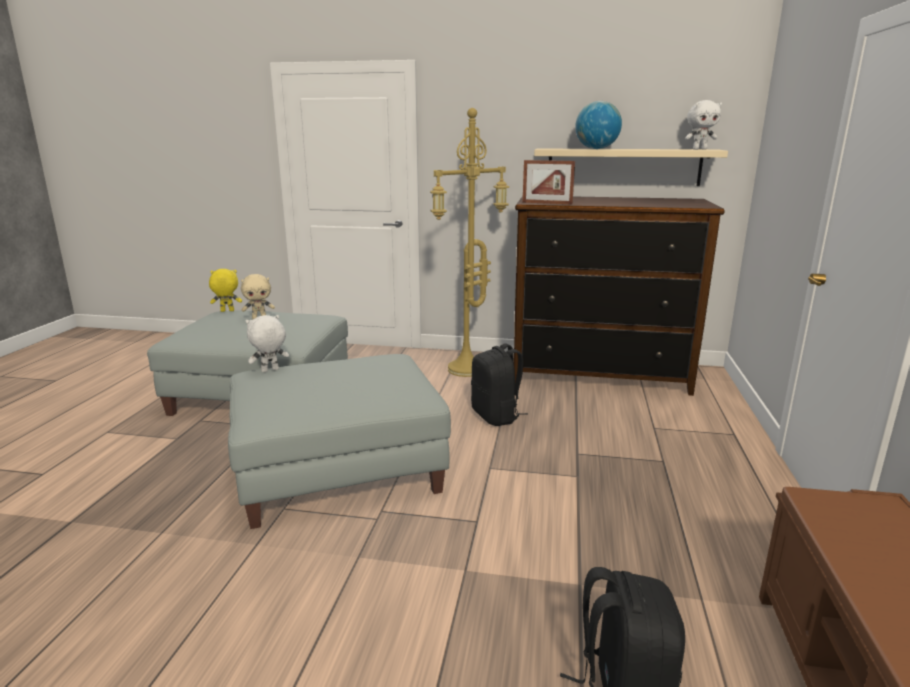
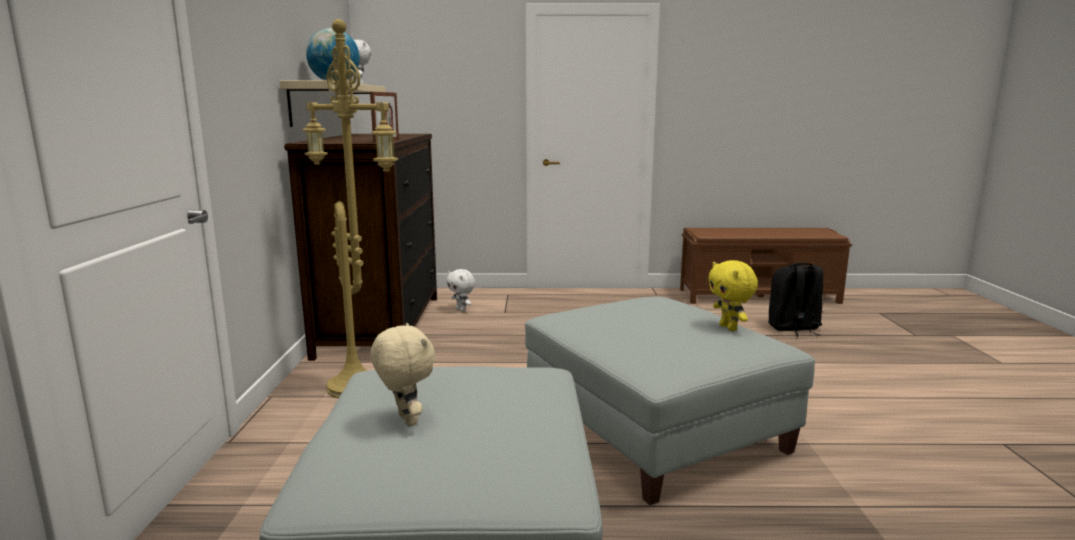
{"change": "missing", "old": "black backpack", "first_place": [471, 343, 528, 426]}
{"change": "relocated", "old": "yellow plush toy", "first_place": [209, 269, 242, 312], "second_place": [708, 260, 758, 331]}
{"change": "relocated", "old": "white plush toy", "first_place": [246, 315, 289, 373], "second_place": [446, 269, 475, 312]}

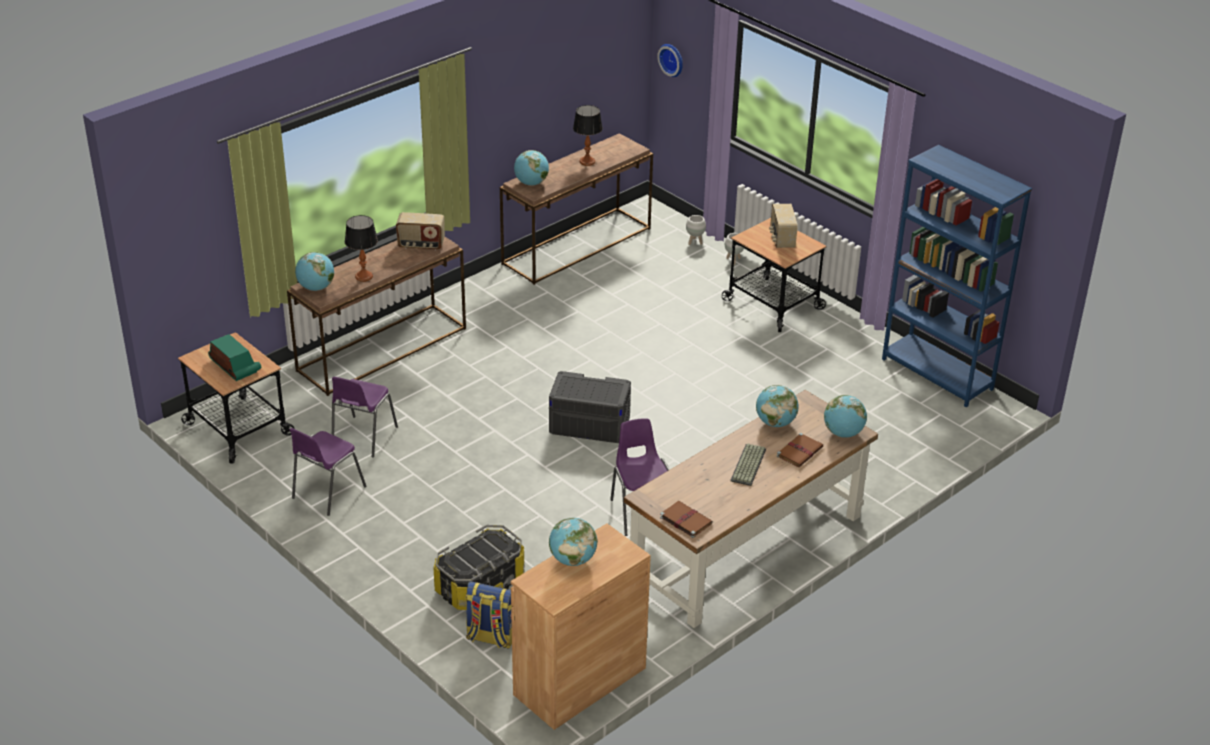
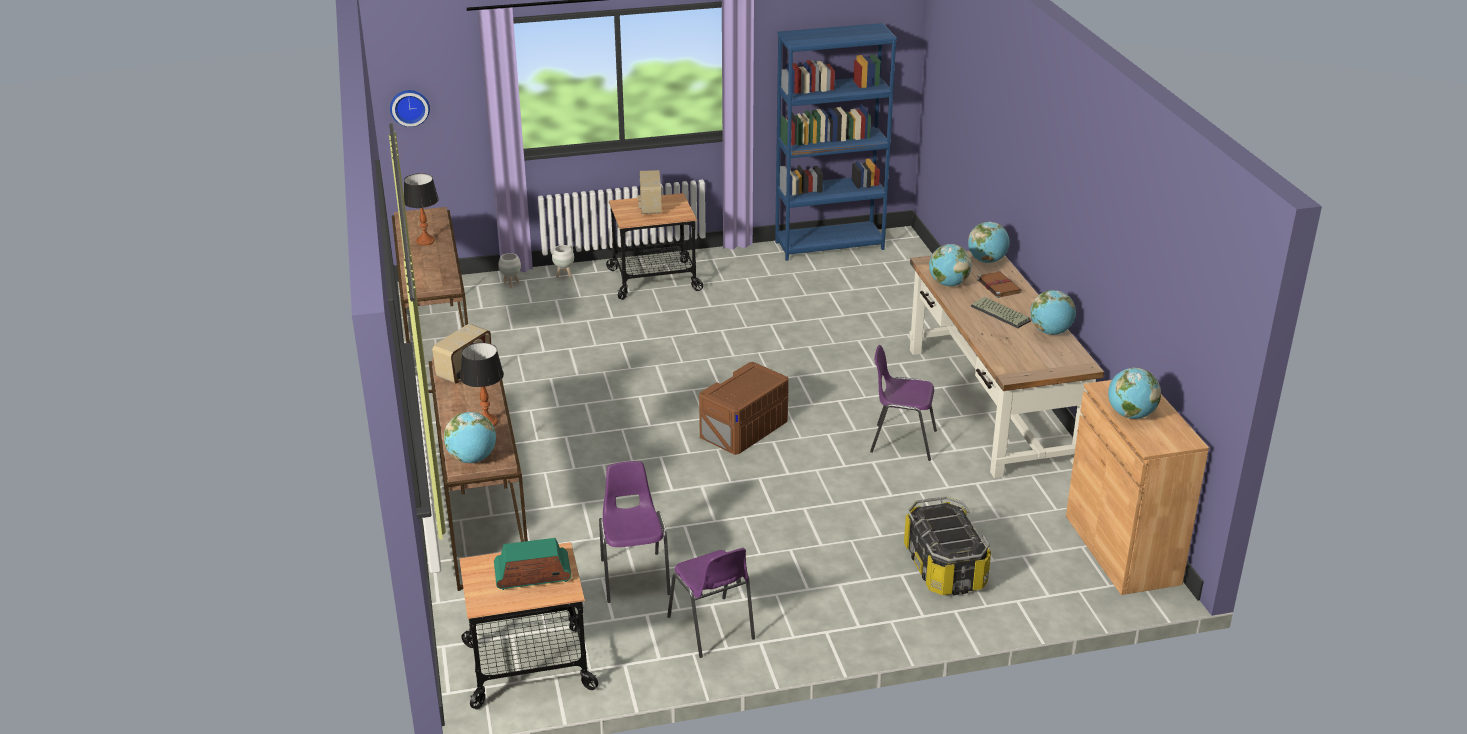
{"change": "missing", "old": "backpack", "first_place": [466, 581, 513, 649]}
{"change": "missing", "old": "brown book", "first_place": [660, 501, 713, 538]}
{"change": "relocated", "old": "globe", "first_place": [514, 150, 549, 185], "second_place": [1030, 290, 1076, 335]}
{"change": "colour", "old": "grey storage box", "new": "brown storage box", "first_place": [549, 371, 631, 443], "second_place": [699, 362, 789, 455]}
{"change": "spun", "old": "purple chair", "first_place": [332, 377, 398, 457], "second_place": [599, 461, 671, 603], "degrees": -150}
{"change": "spun", "old": "radio", "first_place": [769, 204, 798, 248], "second_place": [638, 170, 662, 215], "degrees": 60}

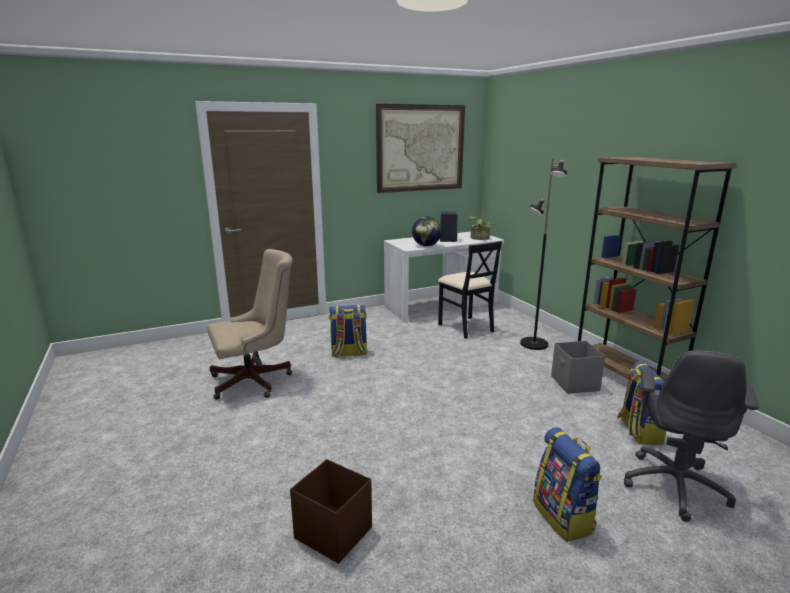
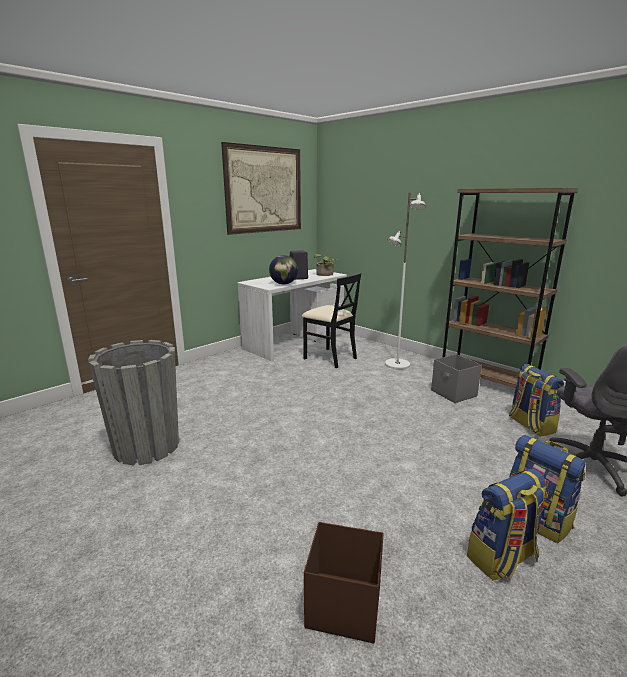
{"change": "relocated", "old": "backpack", "first_place": [329, 305, 367, 357], "second_place": [467, 469, 548, 581]}
{"change": "exchanged", "old": "beige office chair", "new": "grey planter", "first_place": [207, 249, 293, 399], "second_place": [88, 340, 179, 466]}
{"change": "colour", "old": "black floor lamp", "new": "white floor lamp", "first_place": [520, 158, 567, 350], "second_place": [385, 192, 425, 370]}

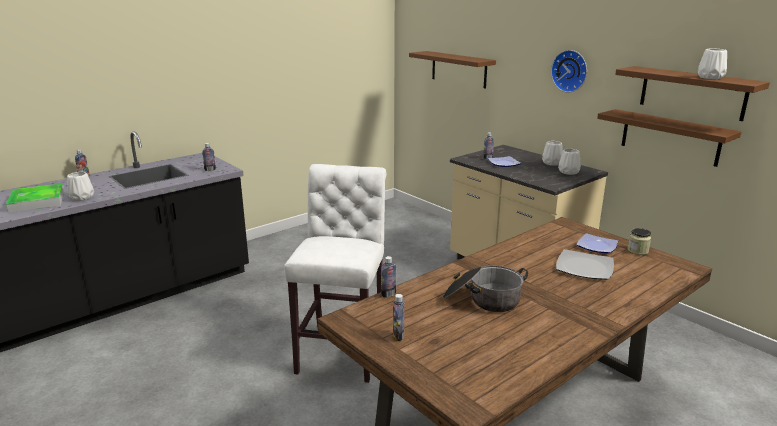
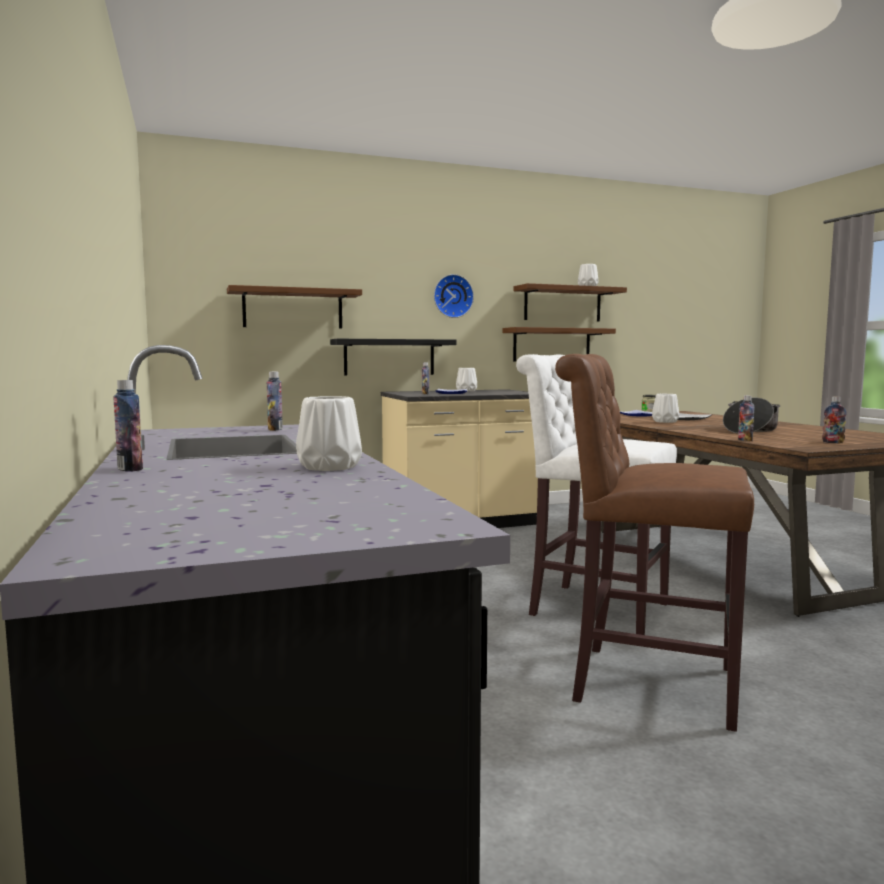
{"change": "missing", "old": "tray", "first_place": [6, 183, 65, 213]}
{"change": "appeared", "new": "black shelf", "second_place": [330, 339, 456, 375]}
{"change": "appeared", "new": "brown stool", "second_place": [555, 354, 754, 732]}
{"change": "relocated", "old": "white vase", "first_place": [558, 149, 580, 175], "second_place": [652, 394, 679, 423]}

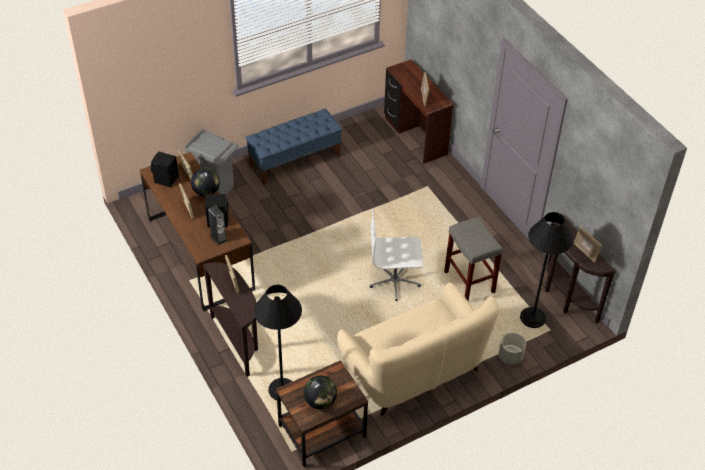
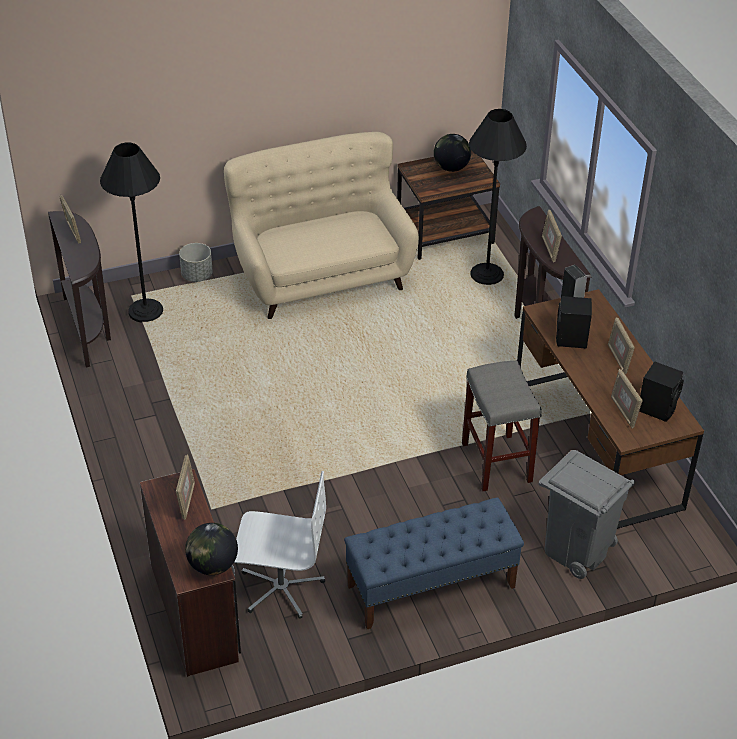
{"change": "relocated", "old": "globe", "first_place": [191, 168, 220, 196], "second_place": [185, 523, 238, 575]}
{"change": "relocated", "old": "white office chair", "first_place": [370, 209, 423, 301], "second_place": [234, 471, 326, 619]}
{"change": "relocated", "old": "grey stool", "first_place": [444, 217, 503, 301], "second_place": [462, 360, 542, 491]}

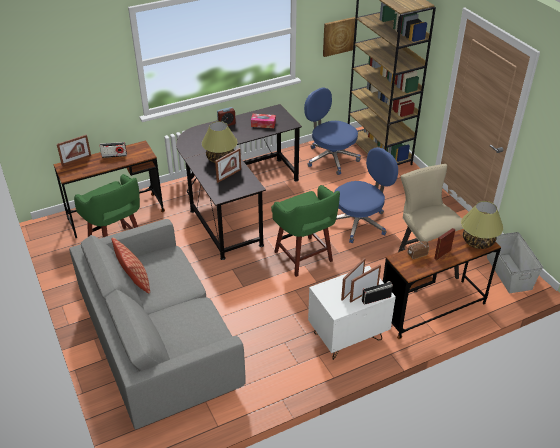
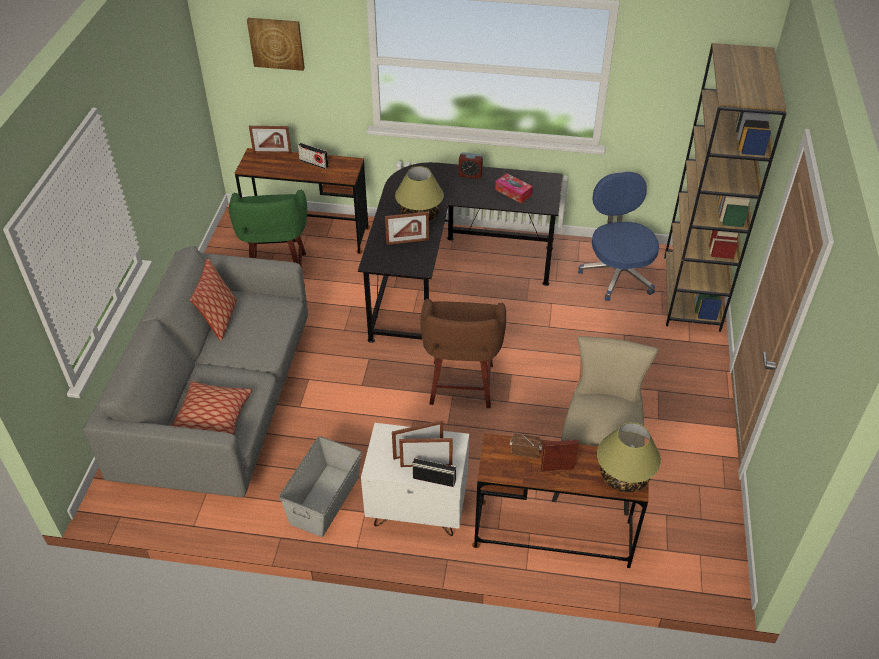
{"change": "missing", "old": "blue office chair", "first_place": [334, 147, 398, 243]}
{"change": "appeared", "new": "pillow", "second_place": [171, 381, 252, 435]}
{"change": "relocated", "old": "picture", "first_place": [323, 17, 355, 57], "second_place": [247, 18, 305, 71]}
{"change": "relocated", "old": "grey storage box", "first_place": [487, 232, 543, 293], "second_place": [279, 436, 362, 537]}
{"change": "colour", "old": "green stool", "new": "brown stool", "first_place": [271, 185, 340, 277], "second_place": [420, 298, 506, 408]}

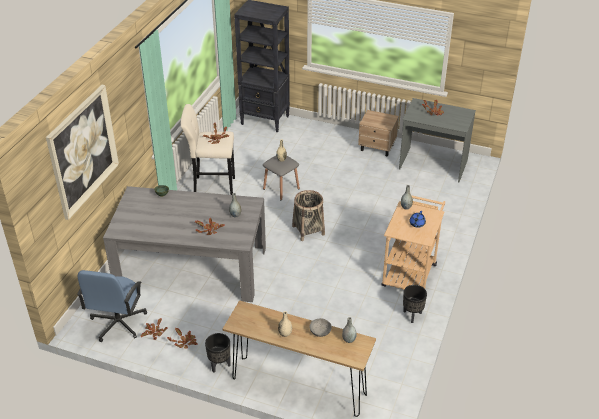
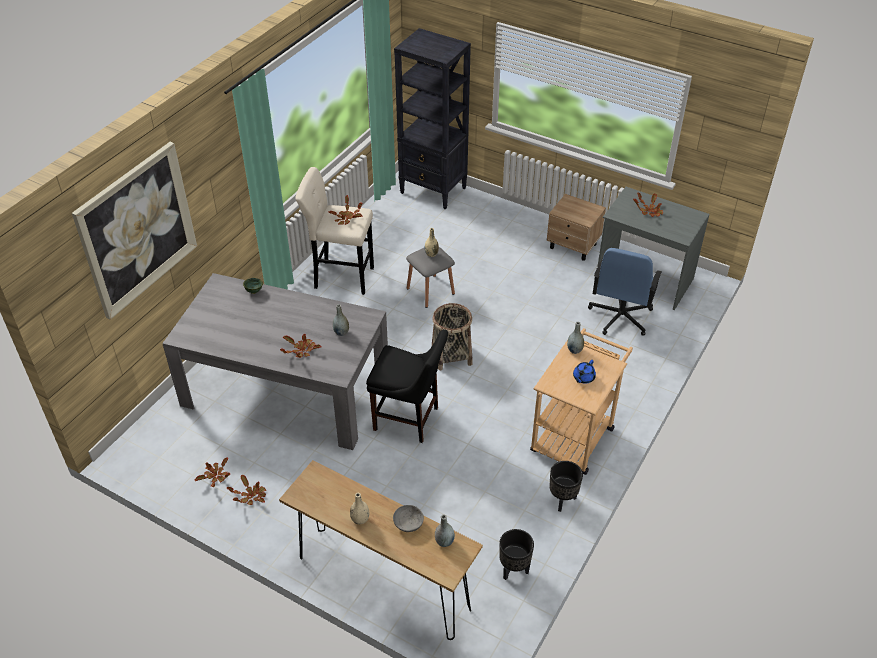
{"change": "appeared", "new": "black chair", "second_place": [366, 329, 448, 443]}
{"change": "relocated", "old": "blue office chair", "first_place": [77, 270, 147, 342], "second_place": [588, 248, 662, 336]}
{"change": "relocated", "old": "black planter", "first_place": [205, 333, 231, 372], "second_place": [499, 529, 534, 580]}

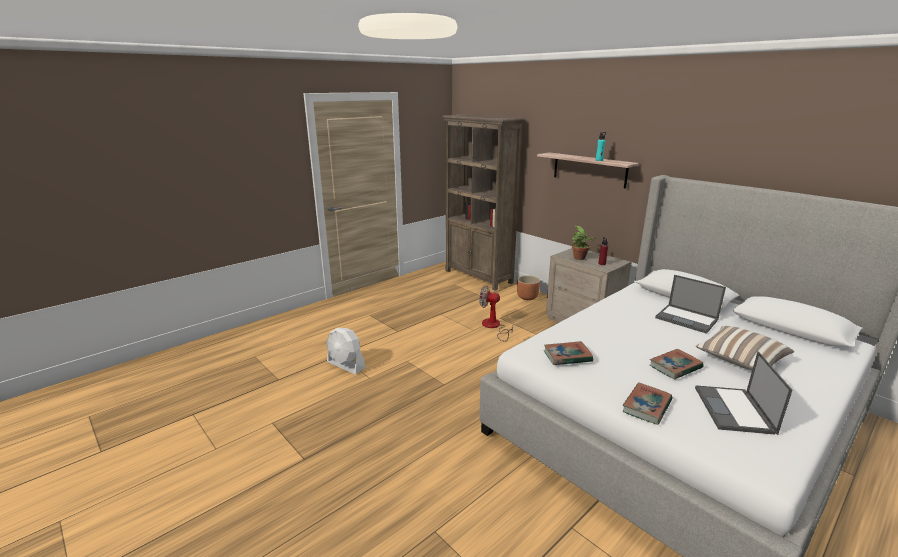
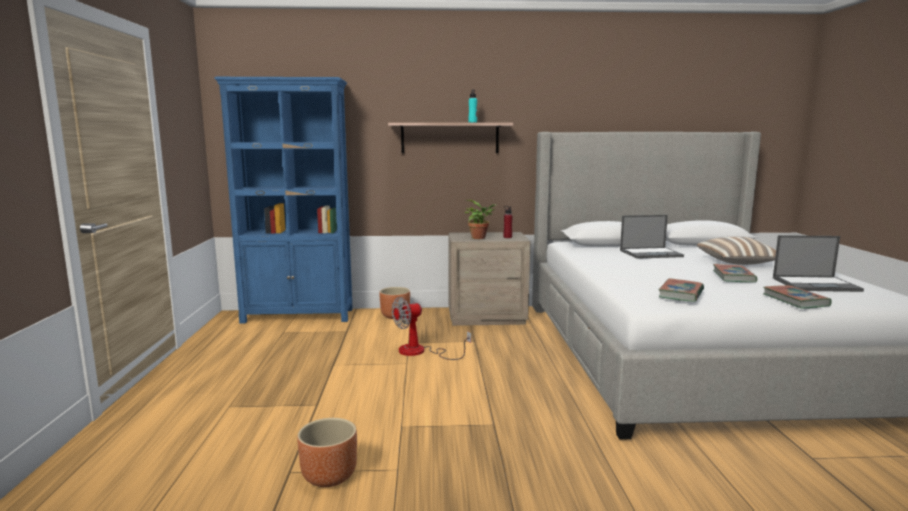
{"change": "exchanged", "old": "white fan", "new": "brown planter", "first_place": [326, 328, 366, 374], "second_place": [297, 418, 357, 487]}
{"change": "colour", "old": "brown bookcase", "new": "blue bookcase", "first_place": [443, 114, 525, 290], "second_place": [214, 77, 353, 323]}
{"change": "spun", "old": "laptop", "first_place": [695, 351, 792, 435], "second_place": [773, 235, 864, 292], "degrees": -45}

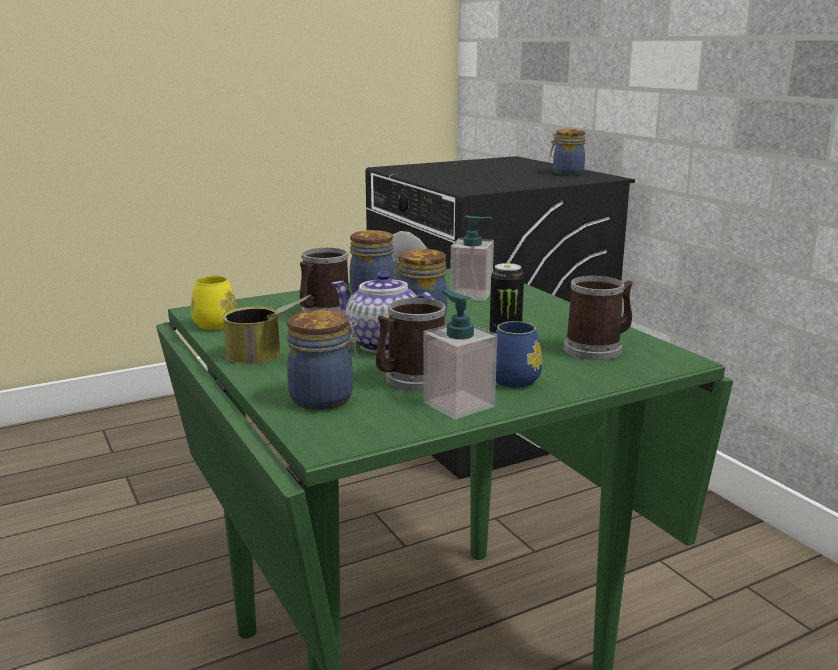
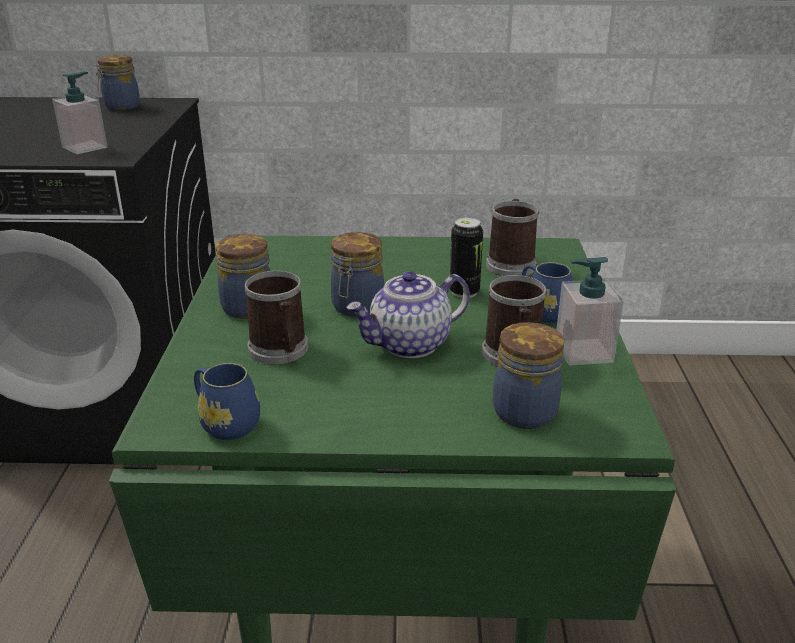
{"change": "missing", "old": "can", "first_place": [222, 295, 311, 364]}
{"change": "relocated", "old": "soap dispenser", "first_place": [450, 216, 494, 301], "second_place": [52, 72, 107, 154]}
{"change": "colour", "old": "yellow mug", "new": "blue mug", "first_place": [191, 275, 237, 330], "second_place": [194, 363, 260, 440]}

